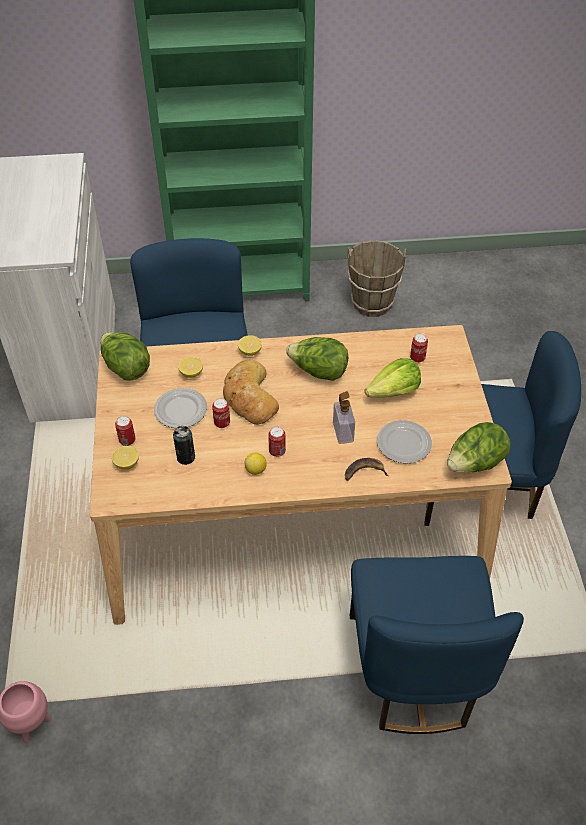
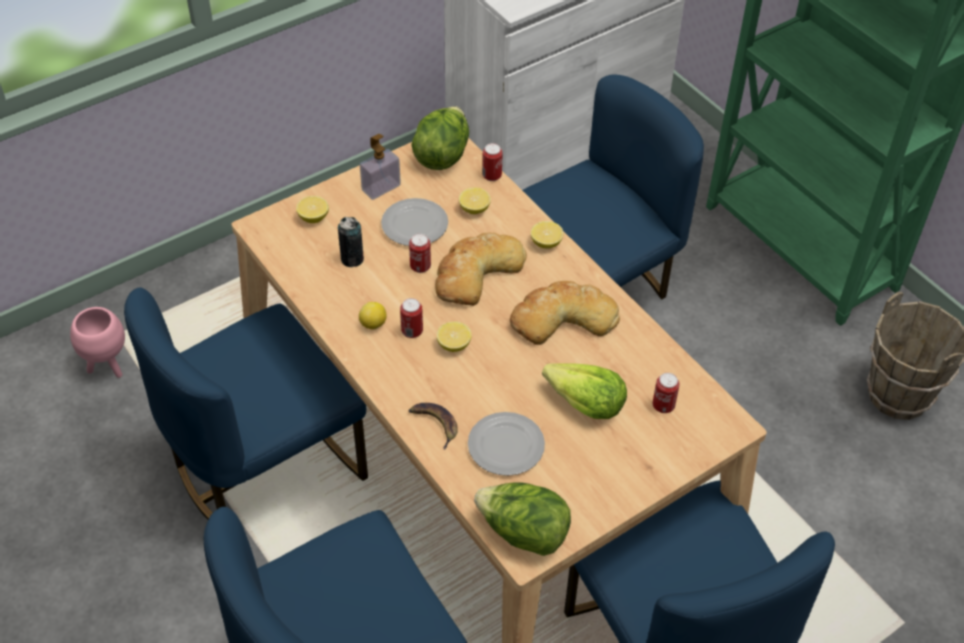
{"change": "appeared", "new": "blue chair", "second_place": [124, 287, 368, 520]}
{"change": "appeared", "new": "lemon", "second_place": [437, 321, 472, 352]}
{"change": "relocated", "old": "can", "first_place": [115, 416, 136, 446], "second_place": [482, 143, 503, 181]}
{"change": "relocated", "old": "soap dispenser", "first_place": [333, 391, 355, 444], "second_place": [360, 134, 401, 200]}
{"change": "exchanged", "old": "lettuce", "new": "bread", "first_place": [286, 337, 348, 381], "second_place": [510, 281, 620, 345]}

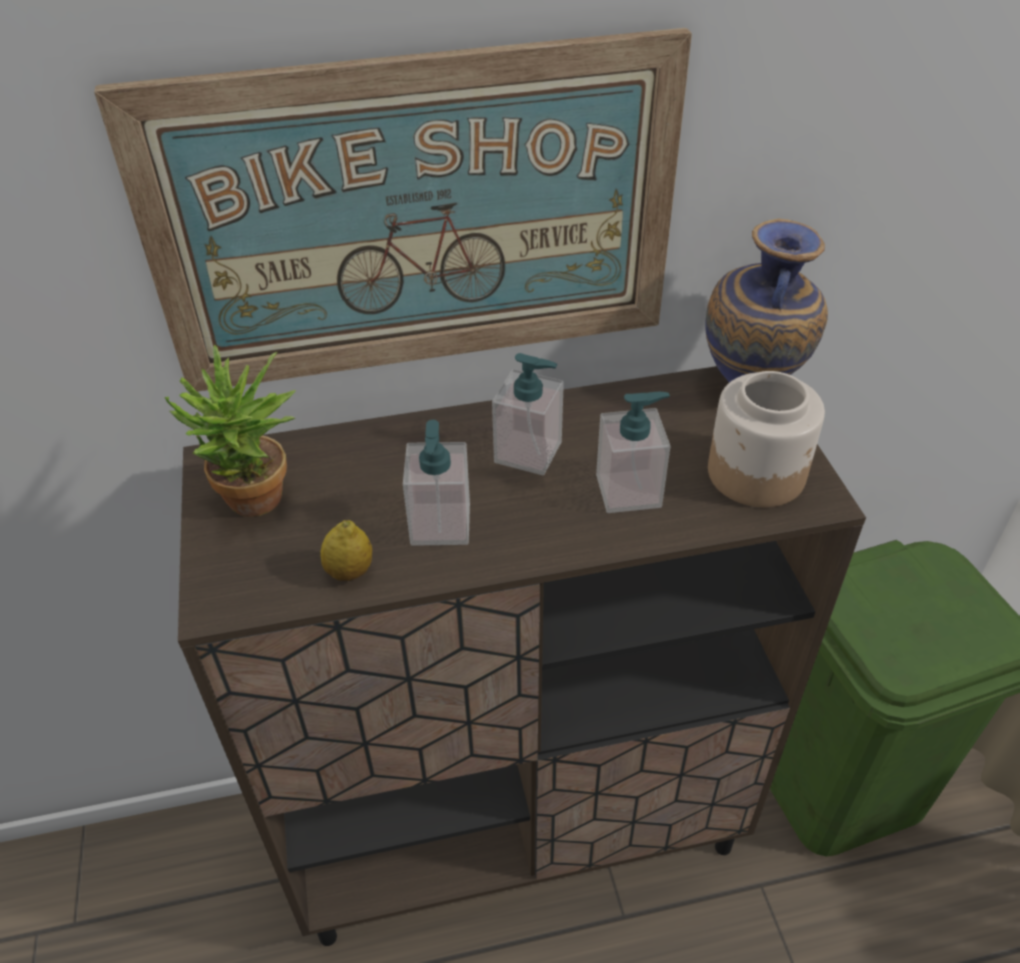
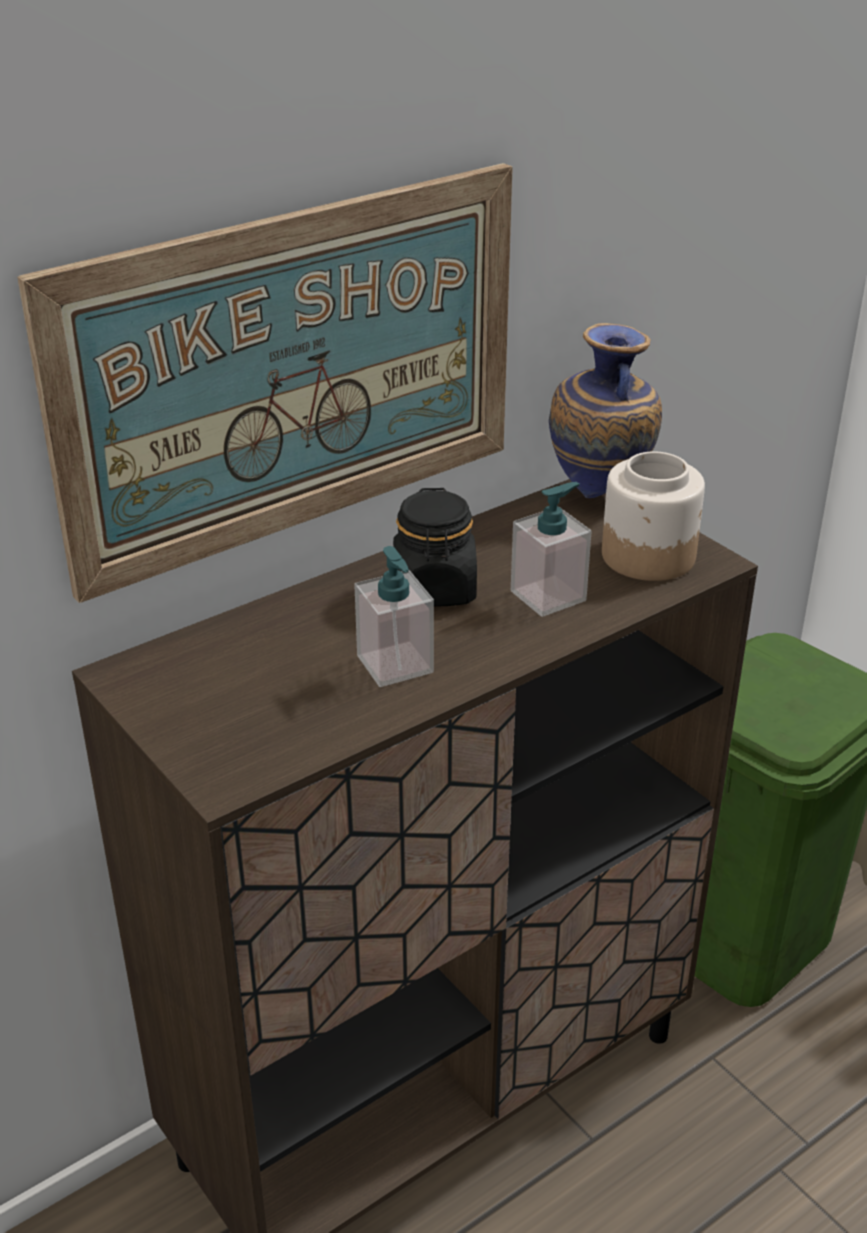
{"change": "missing", "old": "potted plant", "first_place": [165, 344, 296, 517]}
{"change": "missing", "old": "lemon", "first_place": [320, 520, 372, 581]}
{"change": "exchanged", "old": "soap dispenser", "new": "black jar", "first_place": [492, 353, 564, 475], "second_place": [393, 488, 477, 607]}

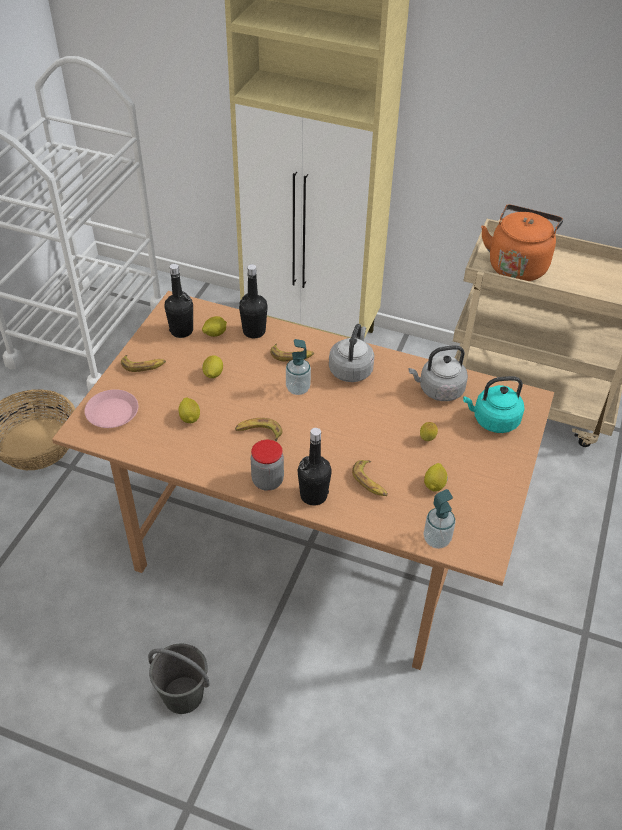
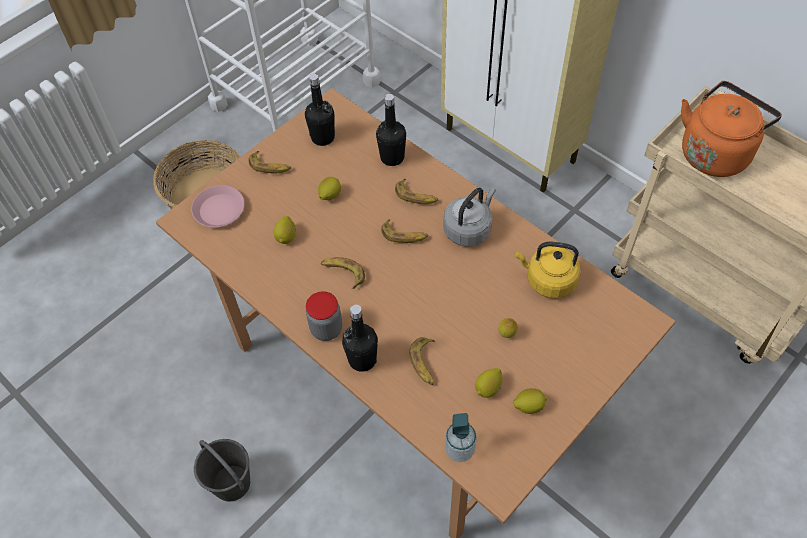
{"change": "missing", "old": "turquoise kettle", "first_place": [463, 376, 524, 433]}
{"change": "relocated", "old": "lemon", "first_place": [202, 316, 227, 337], "second_place": [513, 388, 547, 414]}
{"change": "exchanged", "old": "soap dispenser", "new": "banana", "first_place": [286, 339, 311, 395], "second_place": [381, 219, 428, 243]}
{"change": "colour", "old": "grey kettle", "new": "yellow kettle", "first_place": [409, 345, 468, 401], "second_place": [516, 241, 580, 298]}

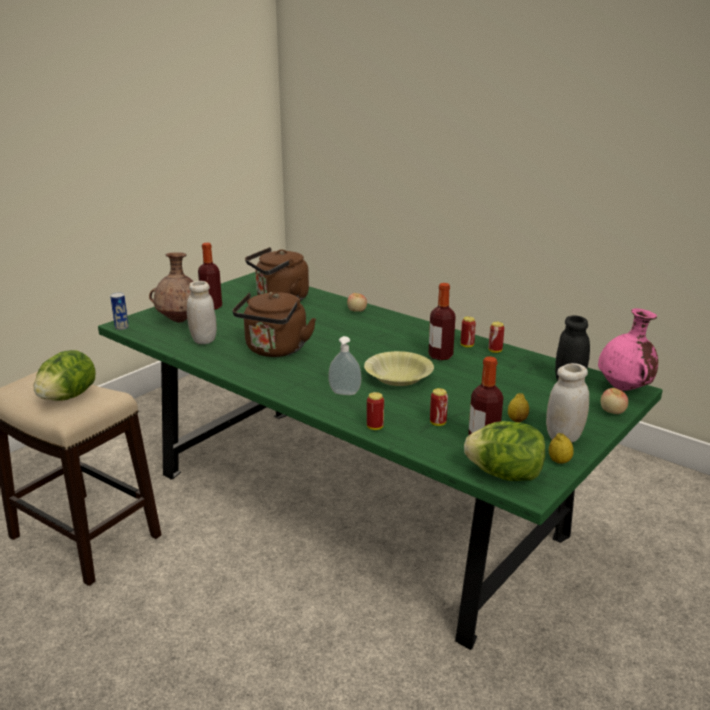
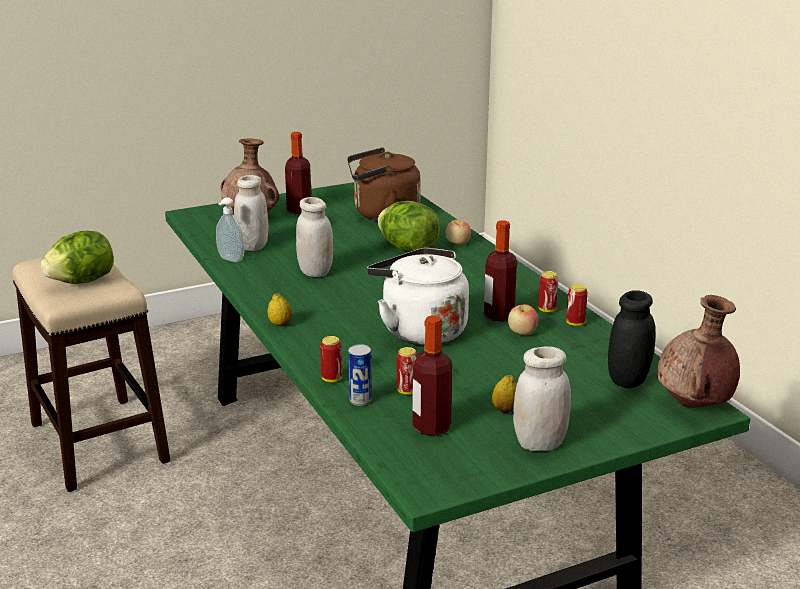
{"change": "relocated", "old": "can", "first_place": [110, 292, 129, 330], "second_place": [348, 344, 372, 406]}
{"change": "relocated", "old": "soap dispenser", "first_place": [328, 336, 361, 395], "second_place": [216, 197, 245, 262]}
{"change": "relocated", "old": "lettuce", "first_place": [464, 421, 545, 481], "second_place": [378, 201, 440, 252]}
{"change": "relocated", "old": "lemon", "first_place": [549, 433, 574, 464], "second_place": [268, 294, 292, 326]}
{"change": "relocated", "old": "apple", "first_place": [601, 388, 628, 414], "second_place": [508, 304, 539, 335]}
{"change": "exchanged", "old": "brown kettle", "new": "white jar", "first_place": [233, 292, 316, 357], "second_place": [296, 197, 333, 277]}
{"change": "exchanged", "old": "yellow bowl", "new": "white kettle", "first_place": [364, 351, 434, 386], "second_place": [367, 248, 469, 345]}
{"change": "colour", "old": "pink vase", "new": "brown vase", "first_place": [598, 308, 658, 391], "second_place": [657, 295, 740, 408]}

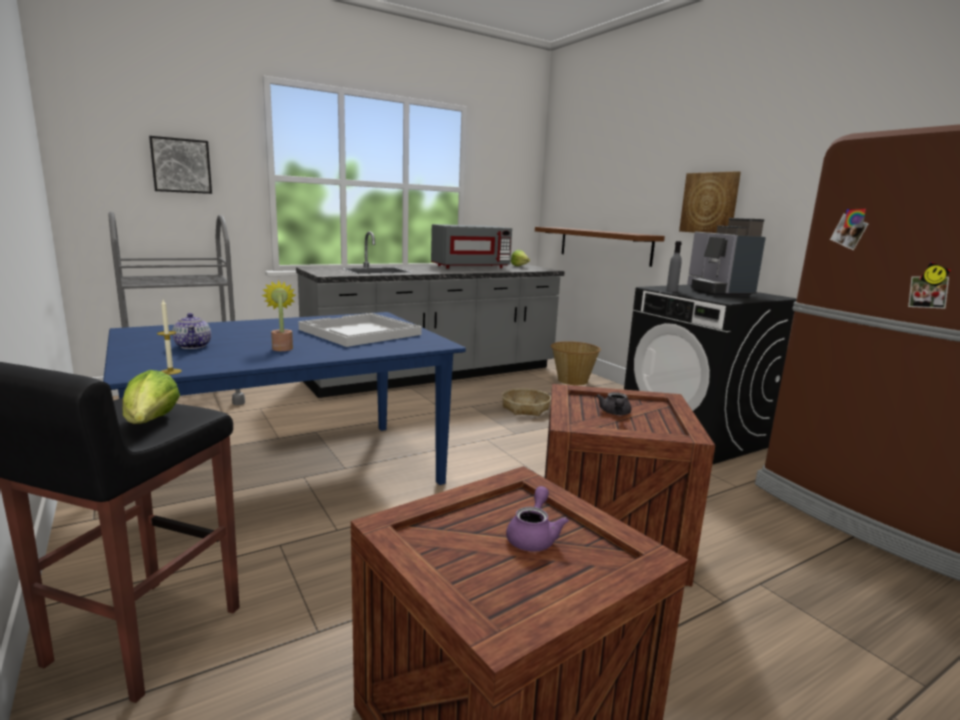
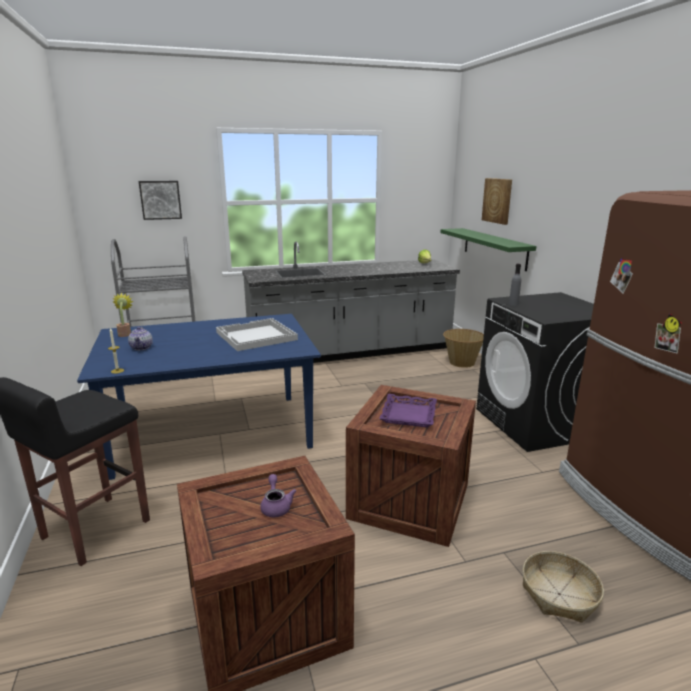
{"change": "missing", "old": "lettuce", "first_place": [123, 370, 180, 424]}
{"change": "missing", "old": "grey microwave", "first_place": [431, 224, 512, 269]}
{"change": "missing", "old": "coffee machine", "first_place": [687, 218, 766, 295]}
{"change": "relocated", "old": "potted plant", "first_place": [262, 280, 296, 351], "second_place": [113, 293, 133, 337]}
{"change": "relocated", "old": "basket", "first_place": [502, 388, 551, 416], "second_place": [522, 551, 604, 623]}
{"change": "relocated", "old": "picture", "first_place": [679, 171, 741, 233], "second_place": [482, 178, 512, 225]}
{"change": "exchanged", "old": "grey teapot", "new": "purple tray", "first_place": [596, 392, 631, 415], "second_place": [379, 394, 437, 427]}
{"change": "colour", "old": "brown shelf", "new": "green shelf", "first_place": [535, 227, 665, 267], "second_place": [440, 228, 536, 271]}
{"change": "spun", "old": "purple teapot", "first_place": [506, 486, 569, 552], "second_place": [260, 474, 296, 517], "degrees": -45}

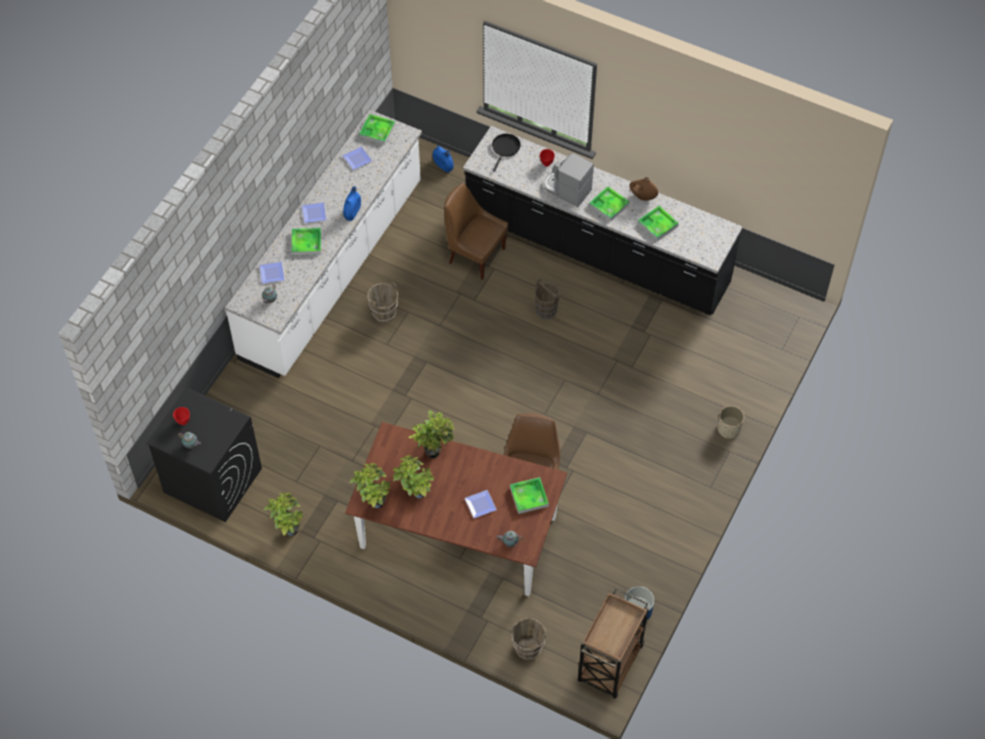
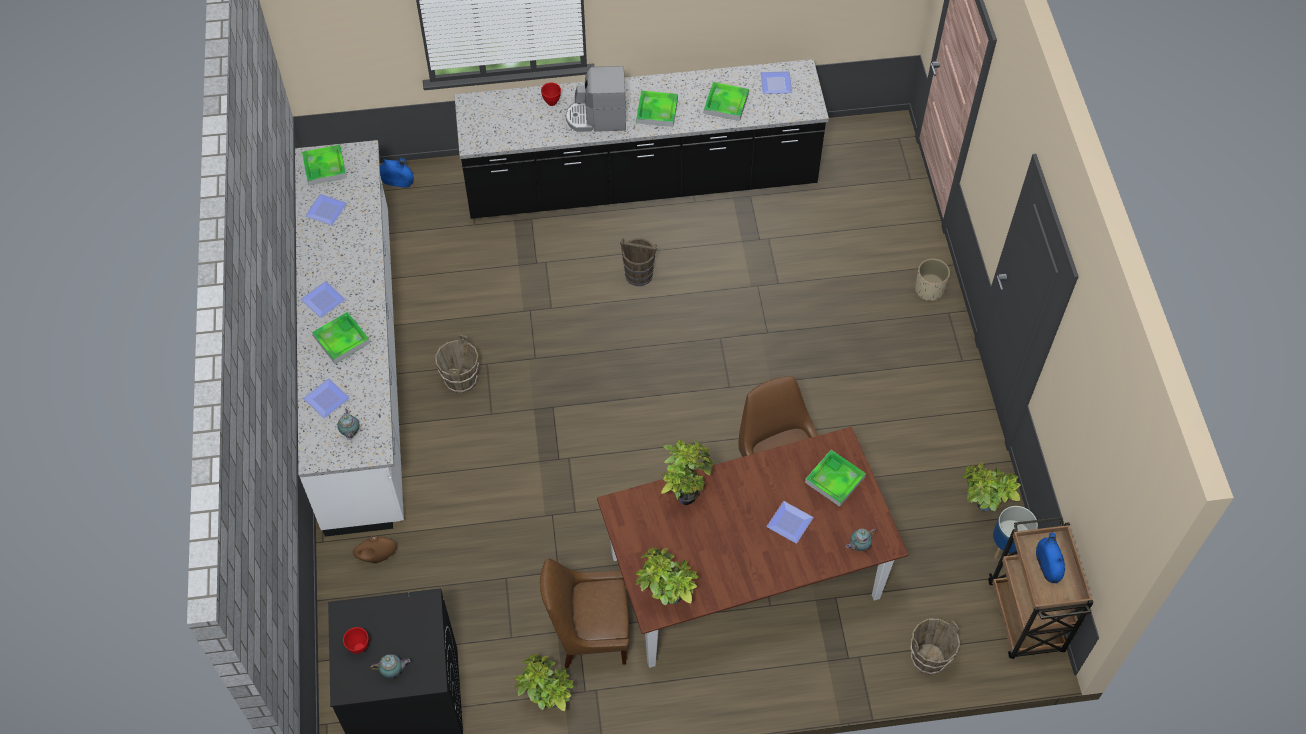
{"change": "missing", "old": "black frying pan", "first_place": [492, 134, 521, 172]}
{"change": "appeared", "new": "plate", "second_place": [760, 71, 792, 94]}
{"change": "relocated", "old": "blue vase", "first_place": [343, 186, 361, 221], "second_place": [1036, 533, 1065, 583]}
{"change": "relocated", "old": "potted plant", "first_place": [392, 455, 435, 498], "second_place": [962, 463, 1021, 511]}
{"change": "relocated", "old": "brown chair", "first_place": [444, 183, 508, 280], "second_place": [540, 558, 629, 668]}
{"change": "relocated", "old": "brown vase", "first_place": [630, 177, 658, 201], "second_place": [353, 536, 397, 563]}

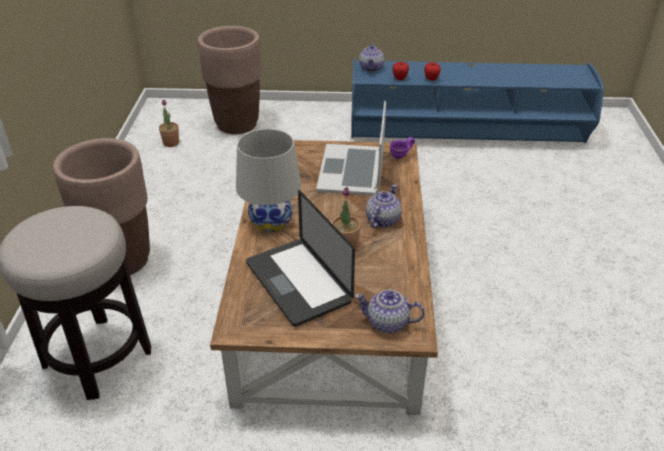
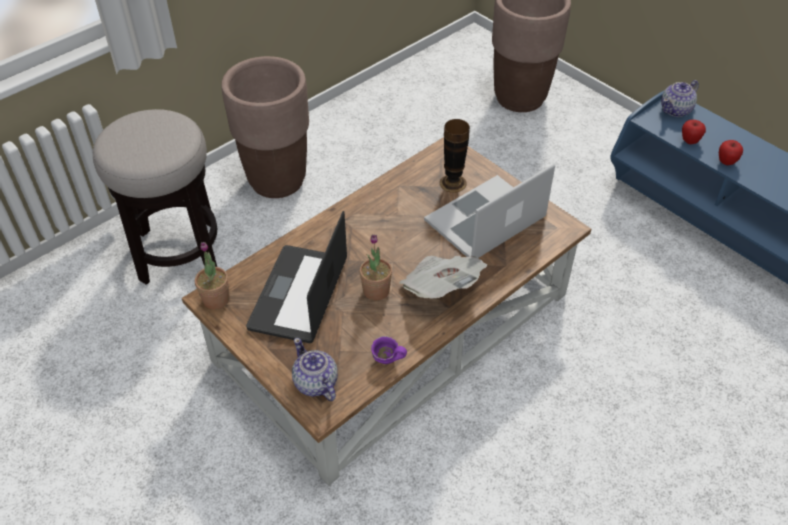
{"change": "missing", "old": "white table lamp", "first_place": [236, 129, 301, 232]}
{"change": "appeared", "new": "vase", "second_place": [440, 119, 470, 193]}
{"change": "relocated", "old": "potted plant", "first_place": [159, 99, 179, 147], "second_place": [195, 242, 230, 310]}
{"change": "relocated", "old": "purple mug", "first_place": [390, 137, 415, 159], "second_place": [371, 336, 407, 364]}
{"change": "exchanged", "old": "teapot", "new": "newspaper", "first_place": [366, 184, 402, 228], "second_place": [399, 255, 487, 298]}

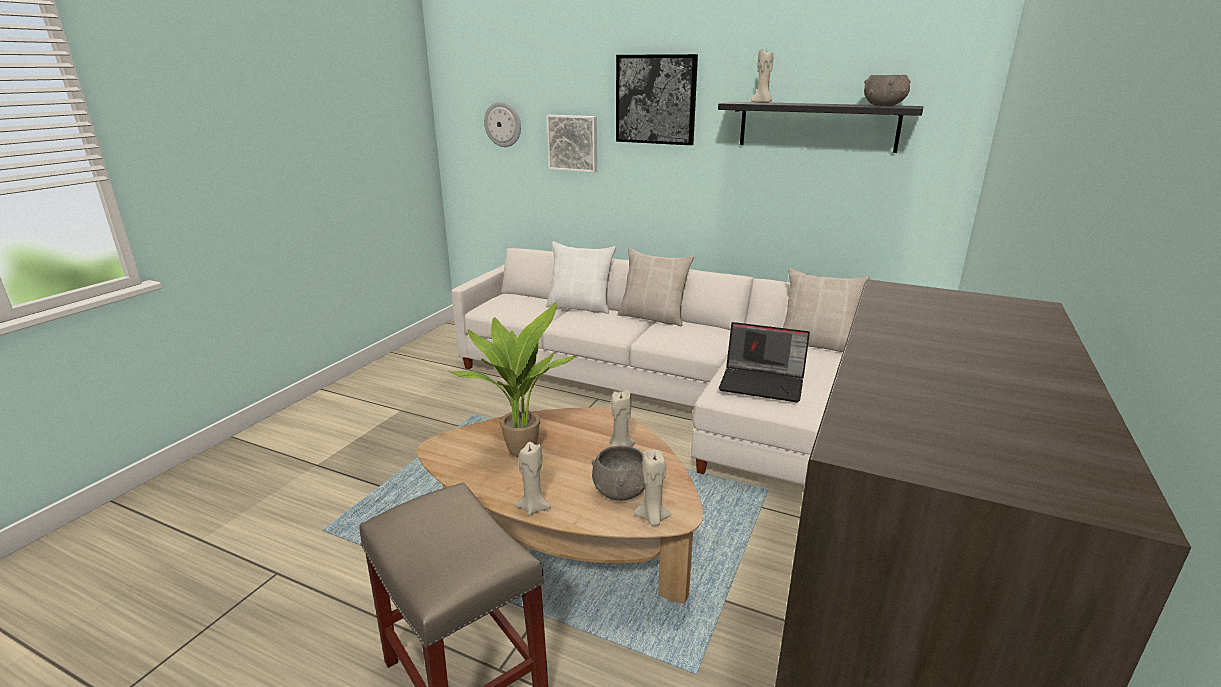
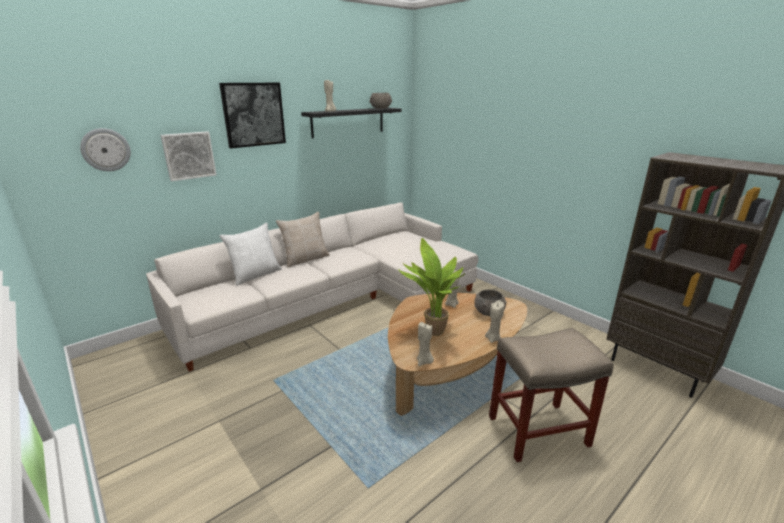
{"change": "missing", "old": "laptop", "first_place": [719, 322, 810, 402]}
{"change": "missing", "old": "beige pillow", "first_place": [783, 268, 870, 352]}
{"change": "relocated", "old": "beige candle", "first_place": [634, 450, 671, 526], "second_place": [417, 322, 434, 366]}

